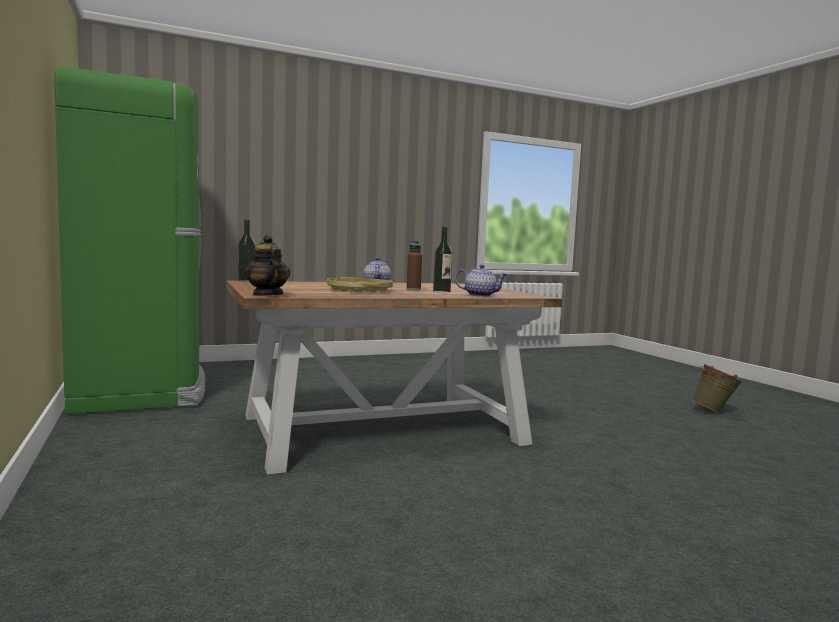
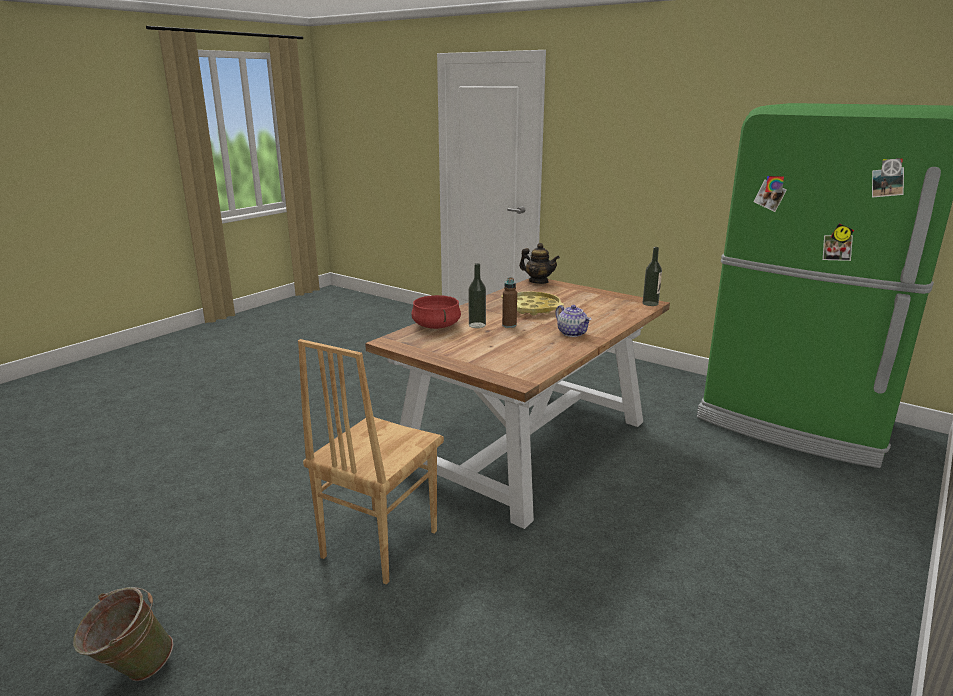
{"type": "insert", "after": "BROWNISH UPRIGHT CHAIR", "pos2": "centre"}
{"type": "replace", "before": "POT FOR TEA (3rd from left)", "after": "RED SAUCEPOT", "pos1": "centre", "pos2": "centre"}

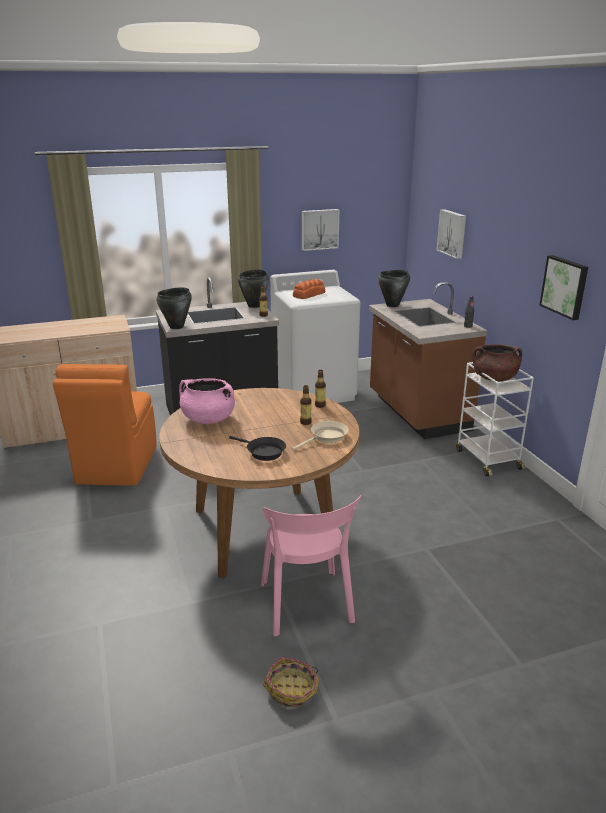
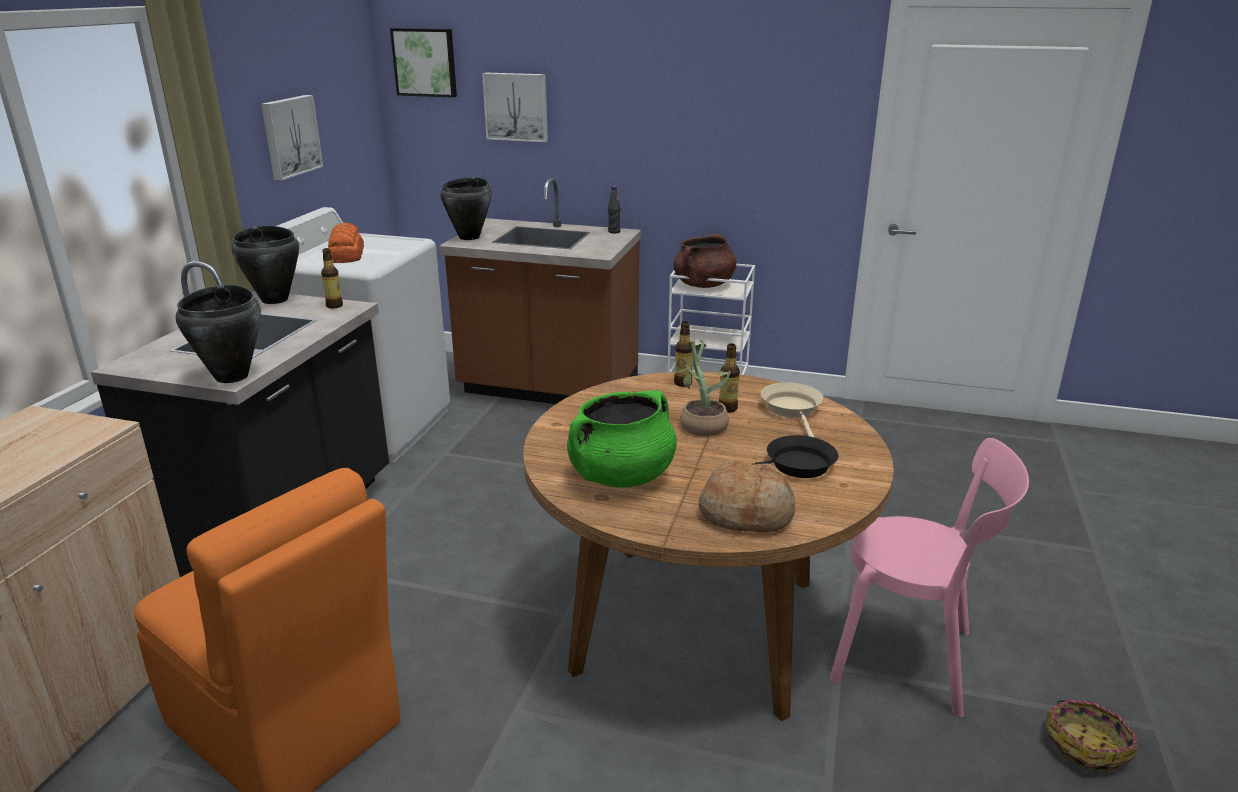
{"type": "insert", "after": "HOUSEPLANT", "pos2": "centre"}
{"type": "insert", "after": "BAKERY BREAD (2nd from left)", "pos2": "centre"}
{"type": "move", "before": "PICTURE (3rd from left in the first image)", "after": "PICTURE (2nd from left)", "pos1": "middle right", "pos2": "top centre"}
{"type": "recolor", "before": "PINK SAUCEPOT", "after": "GREEN SAUCEPOT", "pos1": "centre", "pos2": "centre"}

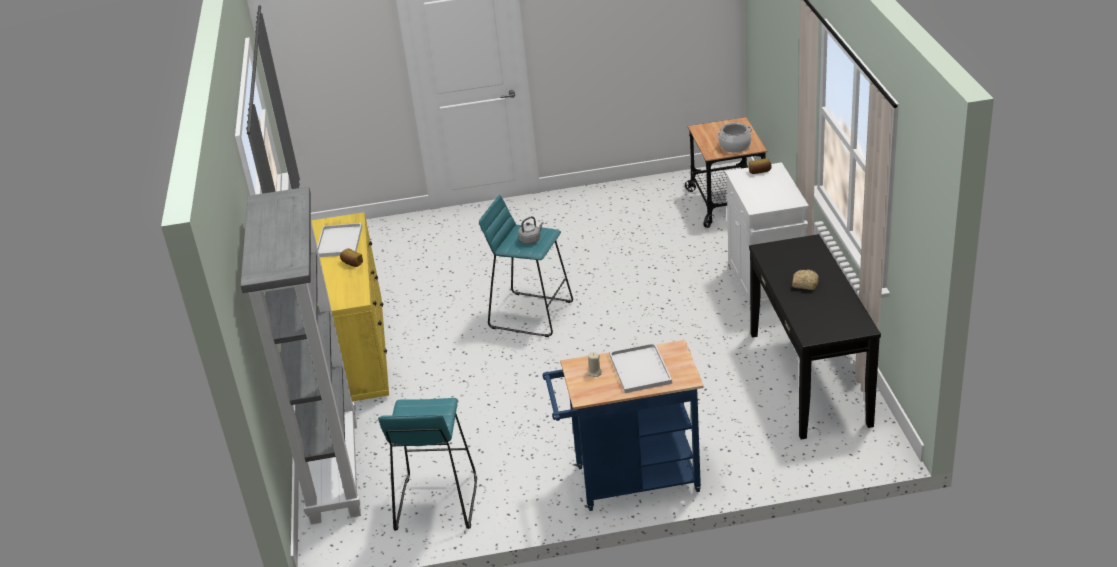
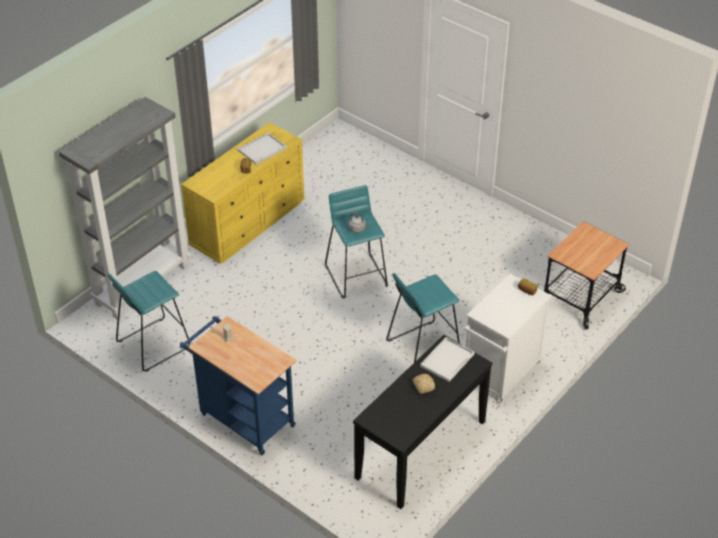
{"type": "delete", "before": "SAUCEPOT", "pos1": "top centre"}
{"type": "insert", "after": "BLUE-GREEN STOOL (3rd from left)", "pos2": "centre"}
{"type": "move", "before": "WHITE CARRYING TRAY (2nd from left)", "pos1": "centre", "pos2": "bottom centre"}

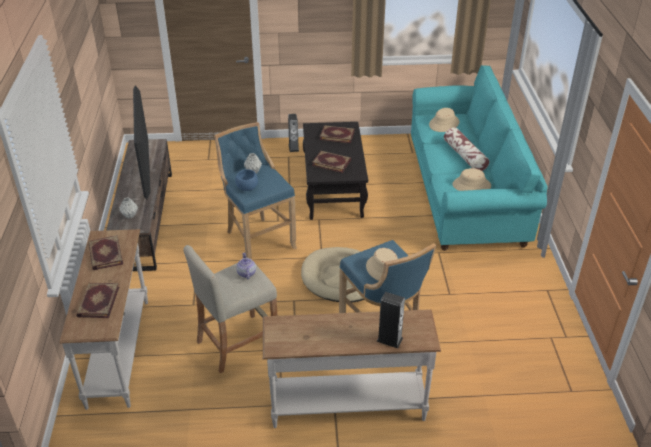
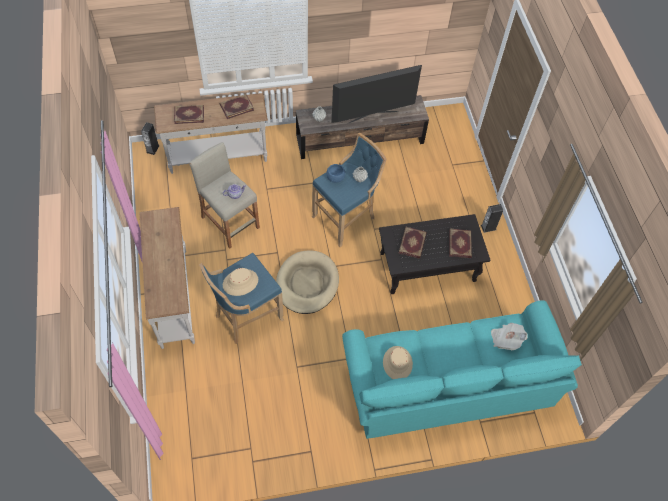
{"type": "delete", "before": "THROW PILLOW", "pos1": "middle right"}
{"type": "move", "before": "SPEAKER (2nd from left in the first image)", "after": "SPEAKER (1st from left)", "pos1": "bottom centre", "pos2": "top left"}
{"type": "replace", "before": "BEIGE CLOTHING HAT (2nd from left)", "after": "PRINTED PAPER", "pos1": "top right", "pos2": "bottom right"}

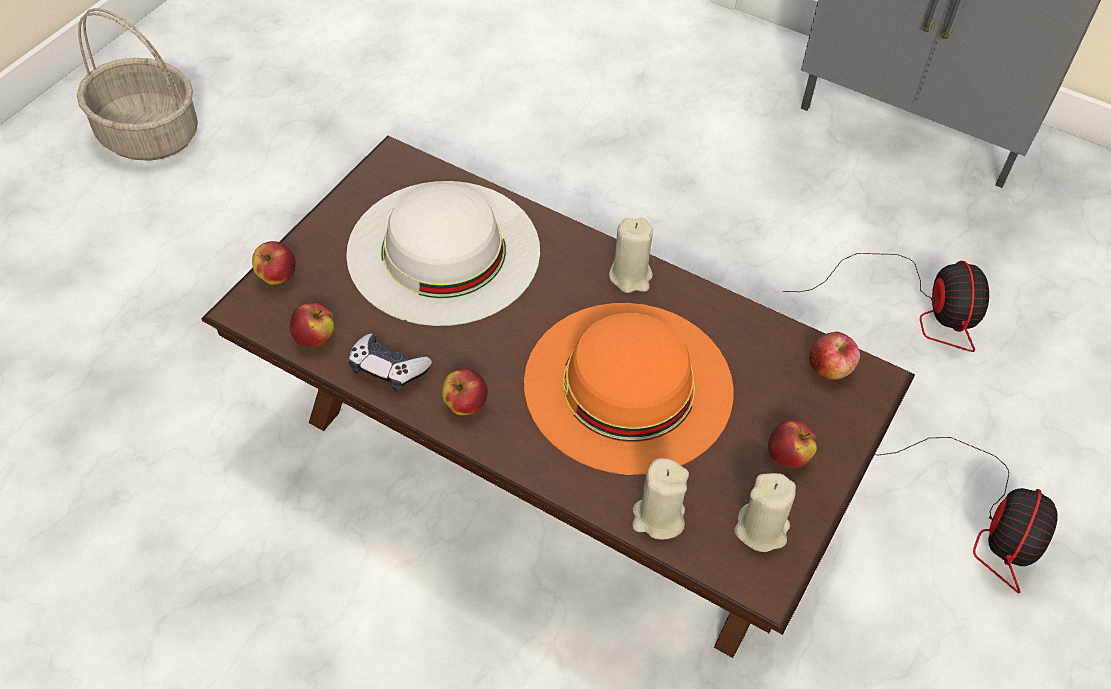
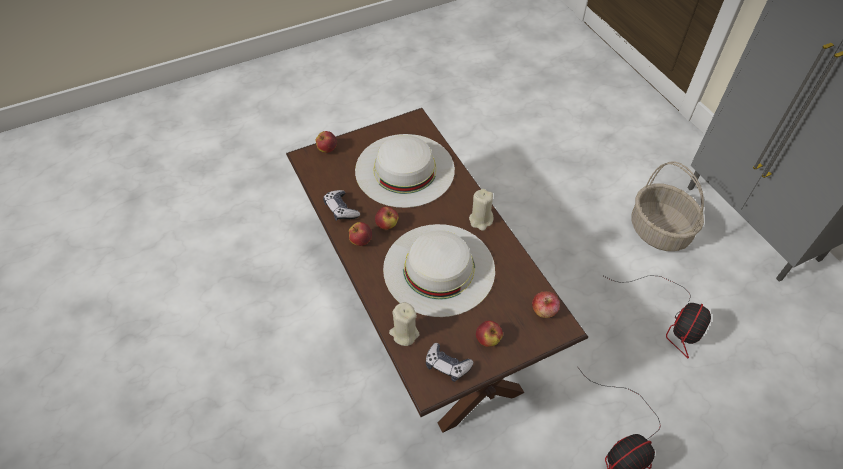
{"type": "move", "before": "BASKET", "pos1": "top left", "pos2": "middle right"}
{"type": "move", "before": "WHOLE APPLE (2nd from left in the first image)", "after": "WHOLE APPLE (3rd from left)", "pos1": "middle left", "pos2": "centre"}
{"type": "replace", "before": "BEIGE CANDLE (3rd from left)", "after": "GAME CONTROLLER (2nd from left)", "pos1": "bottom right", "pos2": "bottom centre"}
{"type": "recolor", "before": "ORANGE CLOTHING HAT", "after": "WHITE CLOTHING HAT (2nd from left)", "pos1": "centre", "pos2": "centre"}

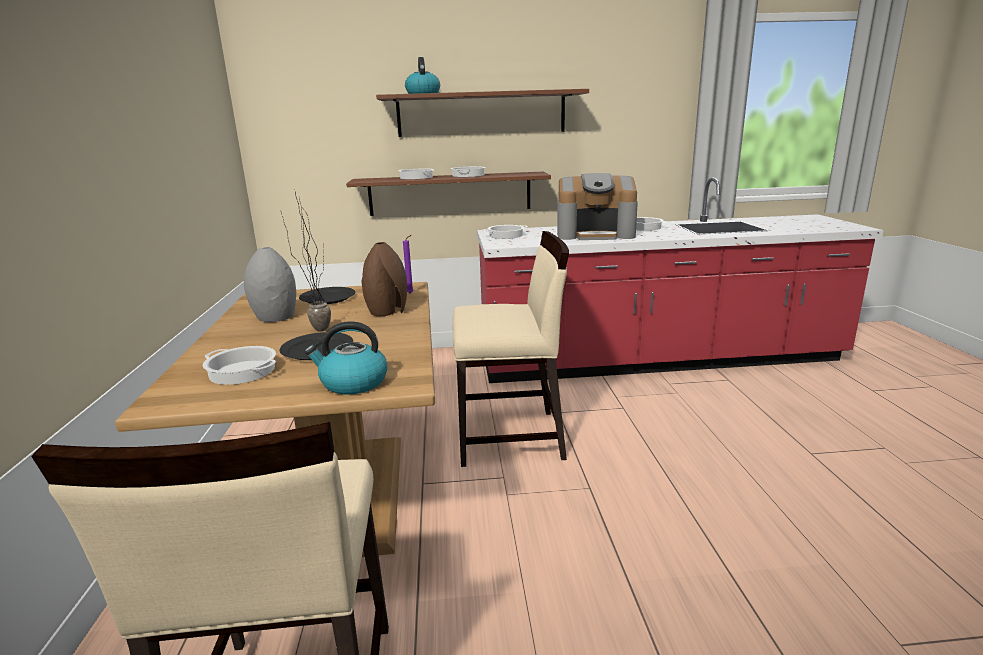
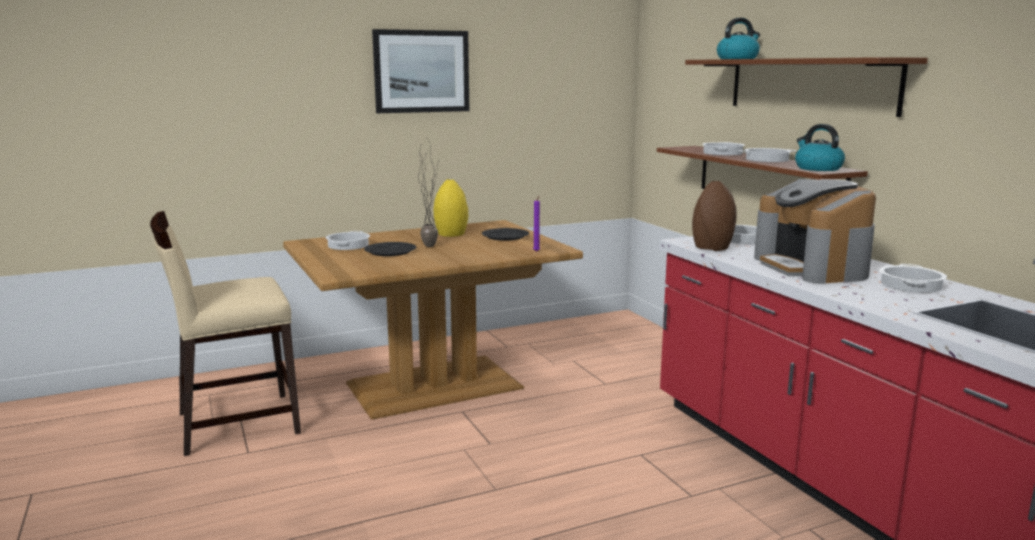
{"type": "delete", "before": "BEIGE UPRIGHT CHAIR (2nd from left)", "pos1": "centre"}
{"type": "insert", "after": "PICTURE", "pos2": "top centre"}
{"type": "move", "before": "KETTLE (1st from left in the first image)", "after": "KETTLE (2nd from left)", "pos1": "centre", "pos2": "top right"}
{"type": "move", "before": "BROWNISH DECORATIVE VASE", "pos1": "centre", "pos2": "middle right"}
{"type": "recolor", "before": "GRAY DECORATIVE VASE", "after": "YELLOW DECORATIVE VASE", "pos1": "middle left", "pos2": "centre"}

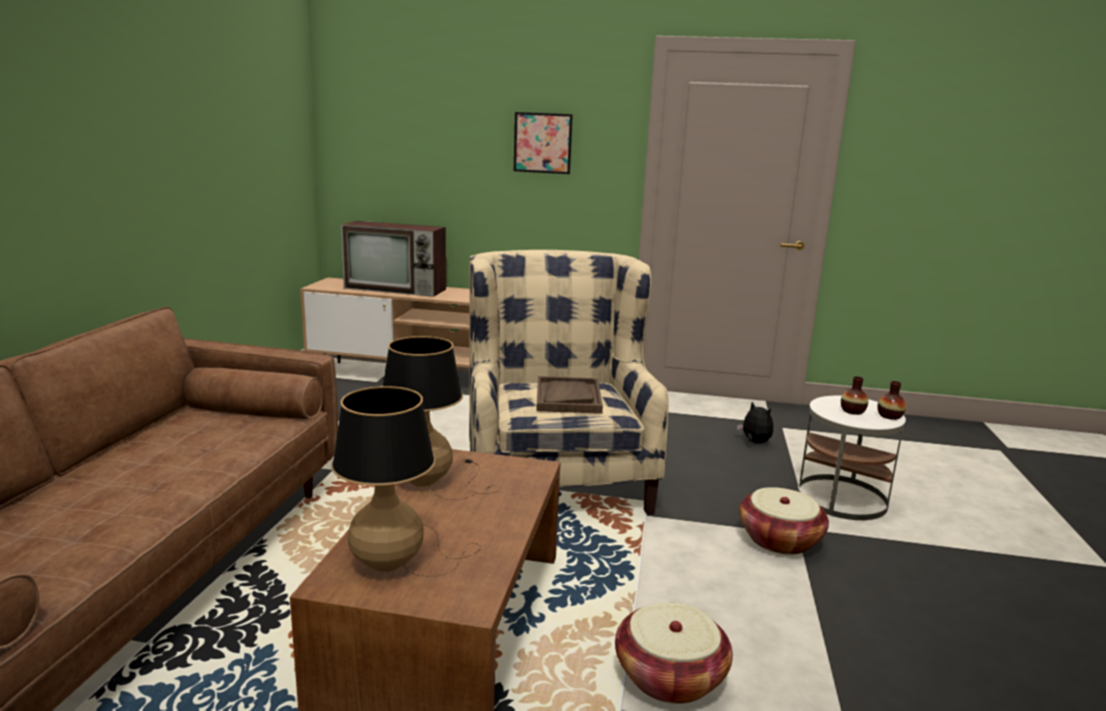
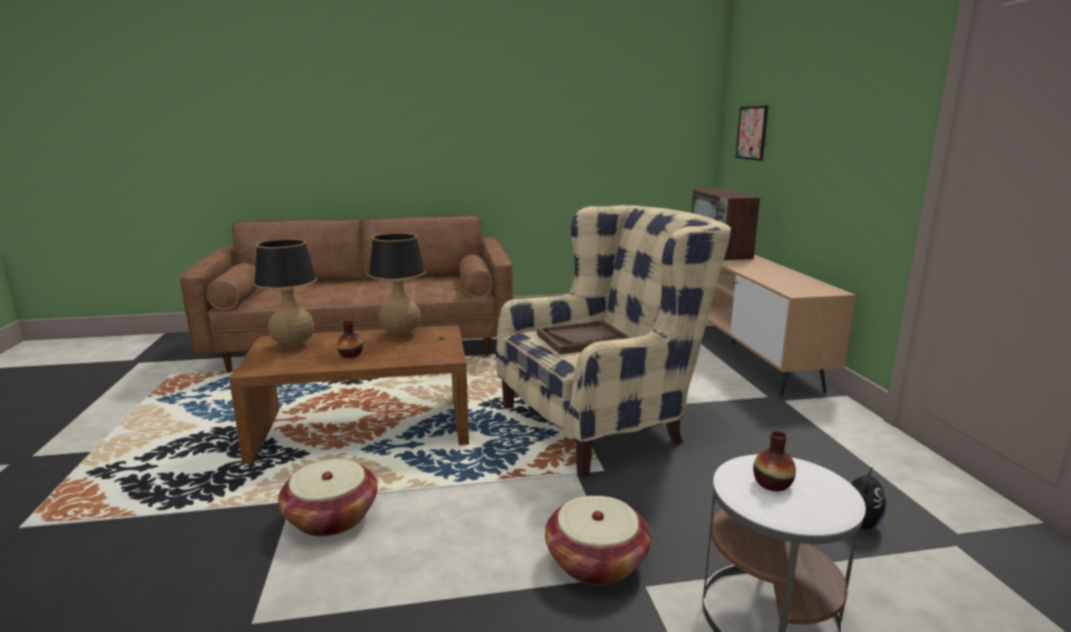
{"type": "move", "before": "PICTURE", "pos1": "top centre", "pos2": "top right"}
{"type": "move", "before": "DECORATIVE VASE (2nd from left in the first image)", "after": "DECORATIVE VASE (1st from left)", "pos1": "middle right", "pos2": "middle left"}

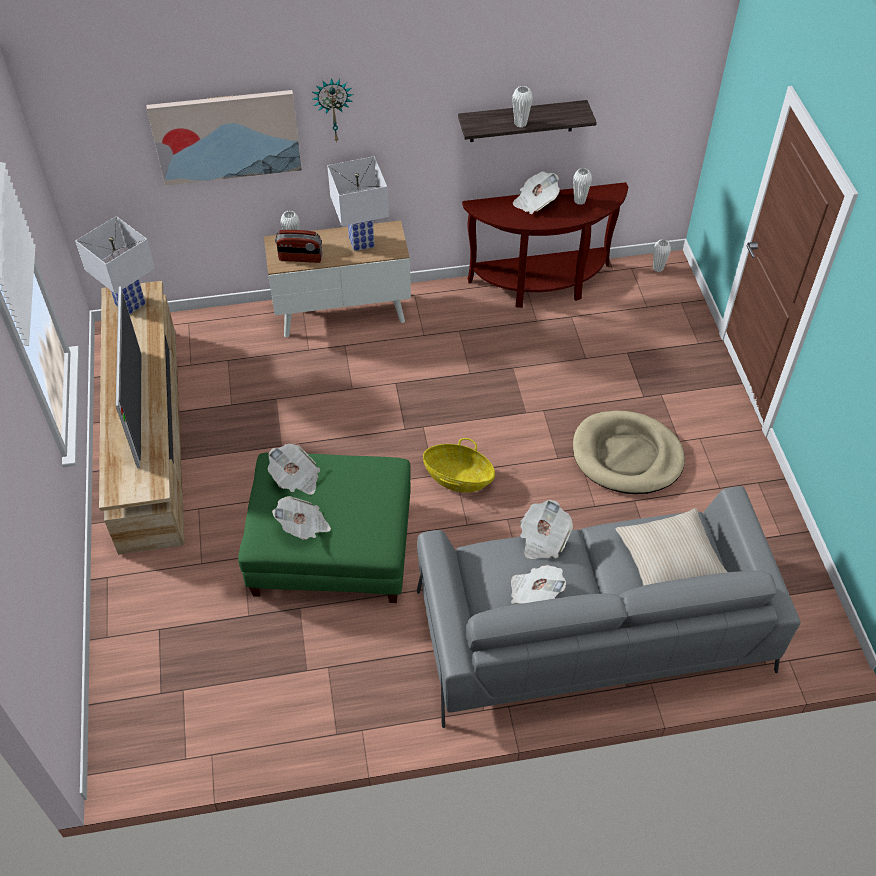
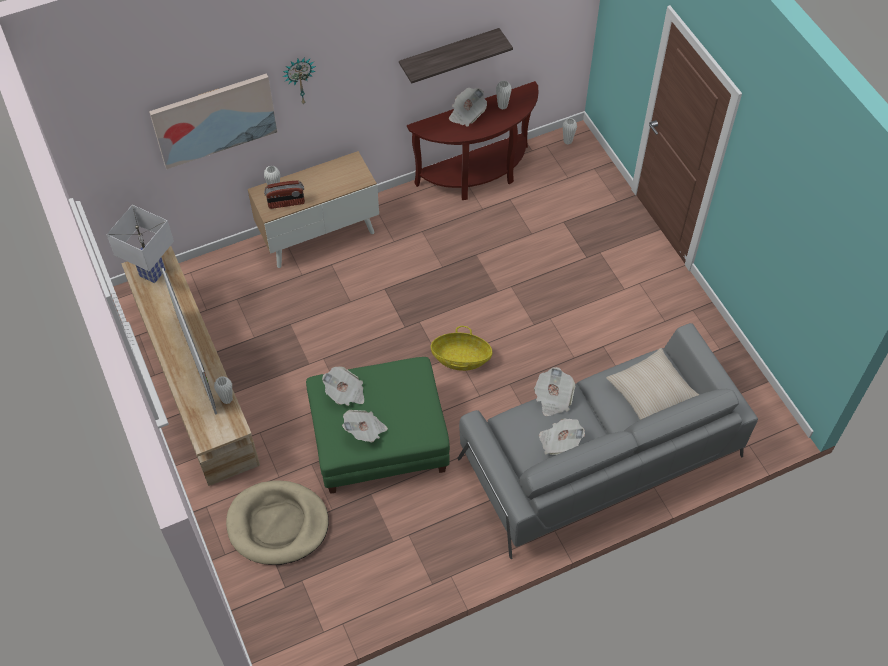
{"type": "delete", "before": "WHITE TABLETOP LAMP (2nd from left)", "pos1": "top centre"}
{"type": "move", "before": "WHITE DECORATIVE VASE (2nd from left in the first image)", "after": "WHITE DECORATIVE VASE (1st from left)", "pos1": "top centre", "pos2": "middle left"}
{"type": "move", "before": "BEIGE DOG BED", "pos1": "middle right", "pos2": "bottom left"}

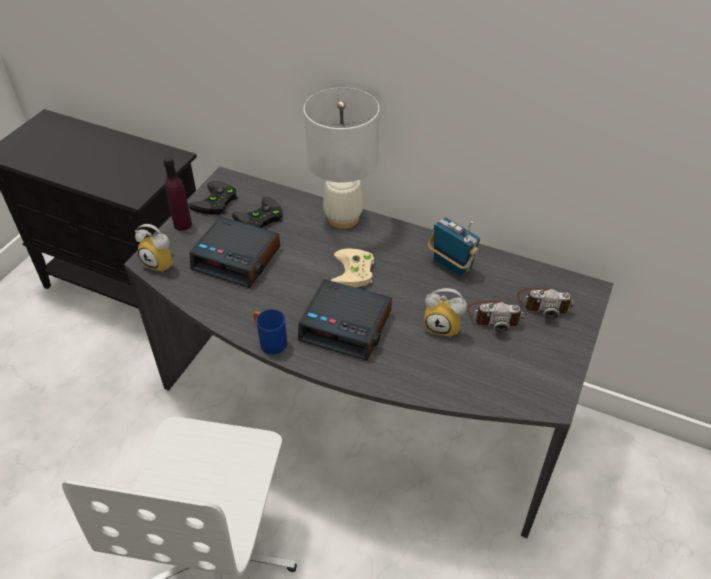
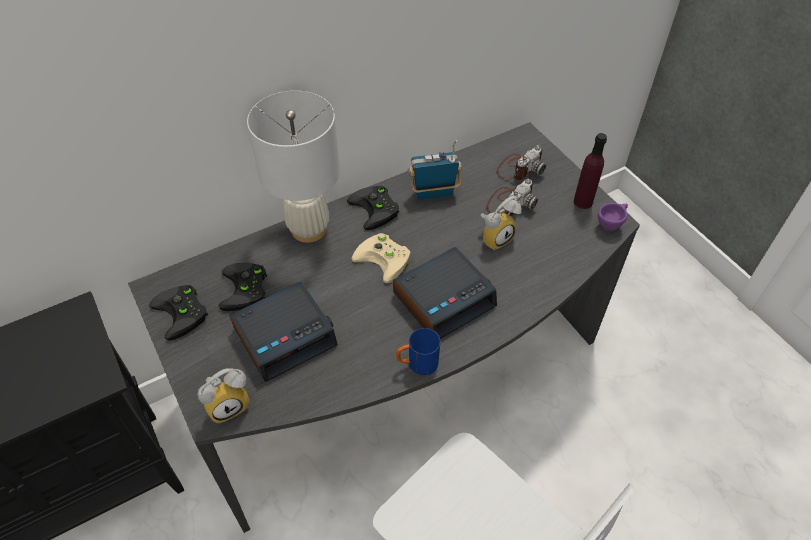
{"type": "insert", "after": "BLACK-COLOURED GAME CONTROLLER (3rd from left)", "pos2": "centre"}
{"type": "insert", "after": "PURPLISH DRINKING CUP", "pos2": "middle right"}
{"type": "move", "before": "PURPLISH BOTTLE", "pos1": "middle left", "pos2": "top right"}

